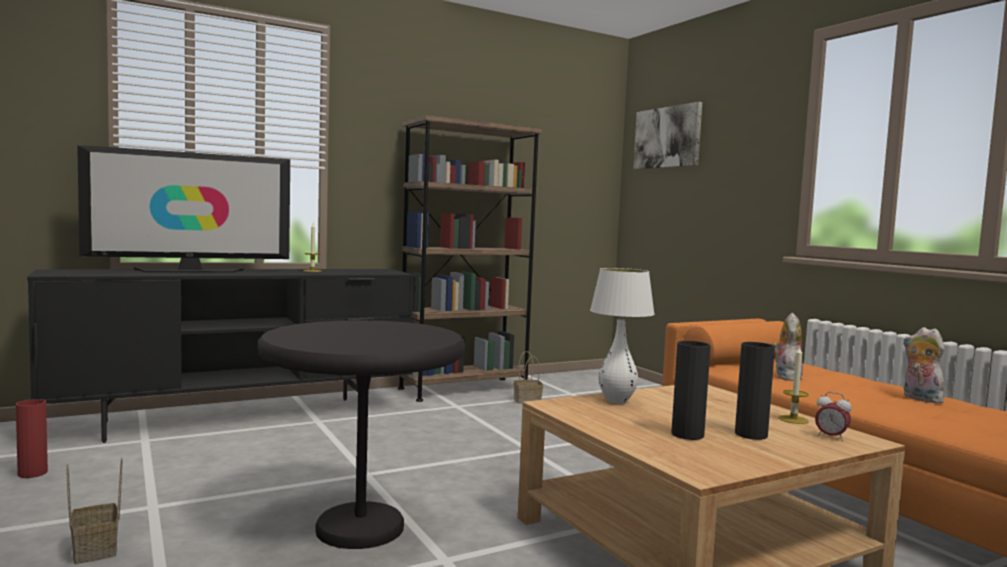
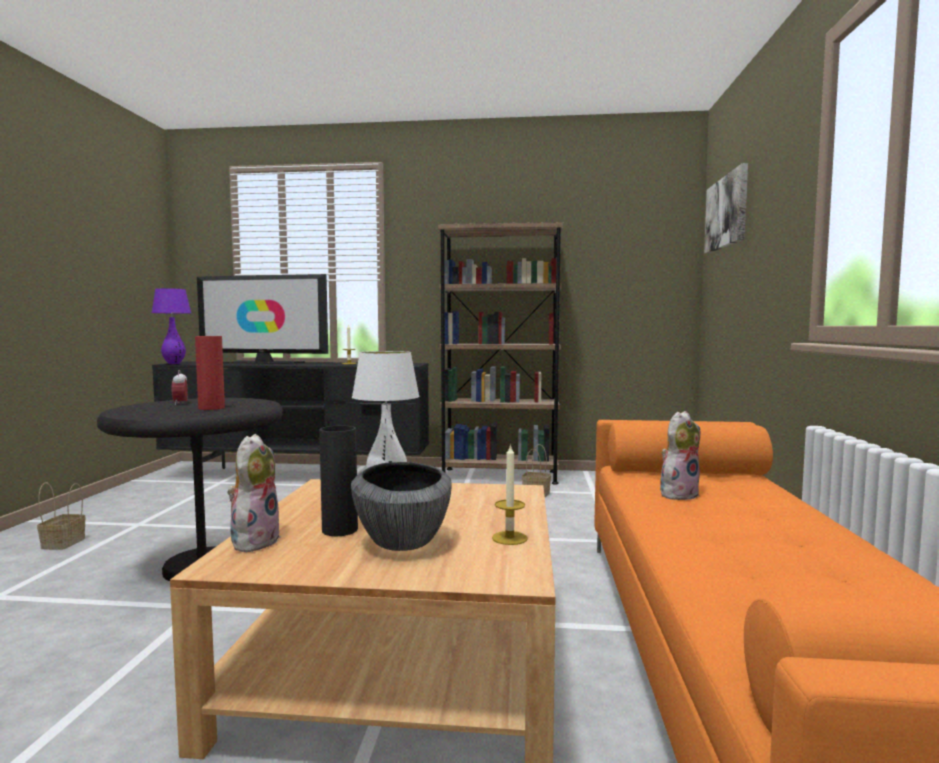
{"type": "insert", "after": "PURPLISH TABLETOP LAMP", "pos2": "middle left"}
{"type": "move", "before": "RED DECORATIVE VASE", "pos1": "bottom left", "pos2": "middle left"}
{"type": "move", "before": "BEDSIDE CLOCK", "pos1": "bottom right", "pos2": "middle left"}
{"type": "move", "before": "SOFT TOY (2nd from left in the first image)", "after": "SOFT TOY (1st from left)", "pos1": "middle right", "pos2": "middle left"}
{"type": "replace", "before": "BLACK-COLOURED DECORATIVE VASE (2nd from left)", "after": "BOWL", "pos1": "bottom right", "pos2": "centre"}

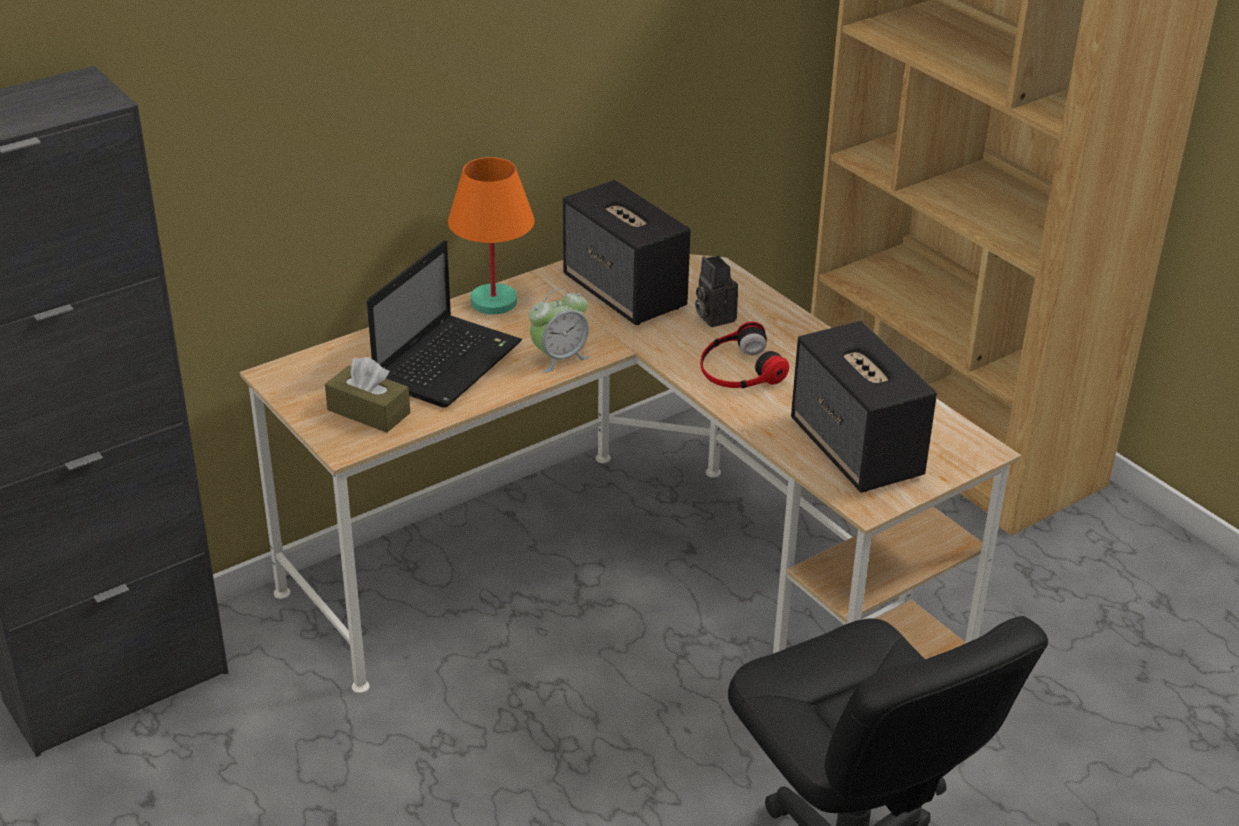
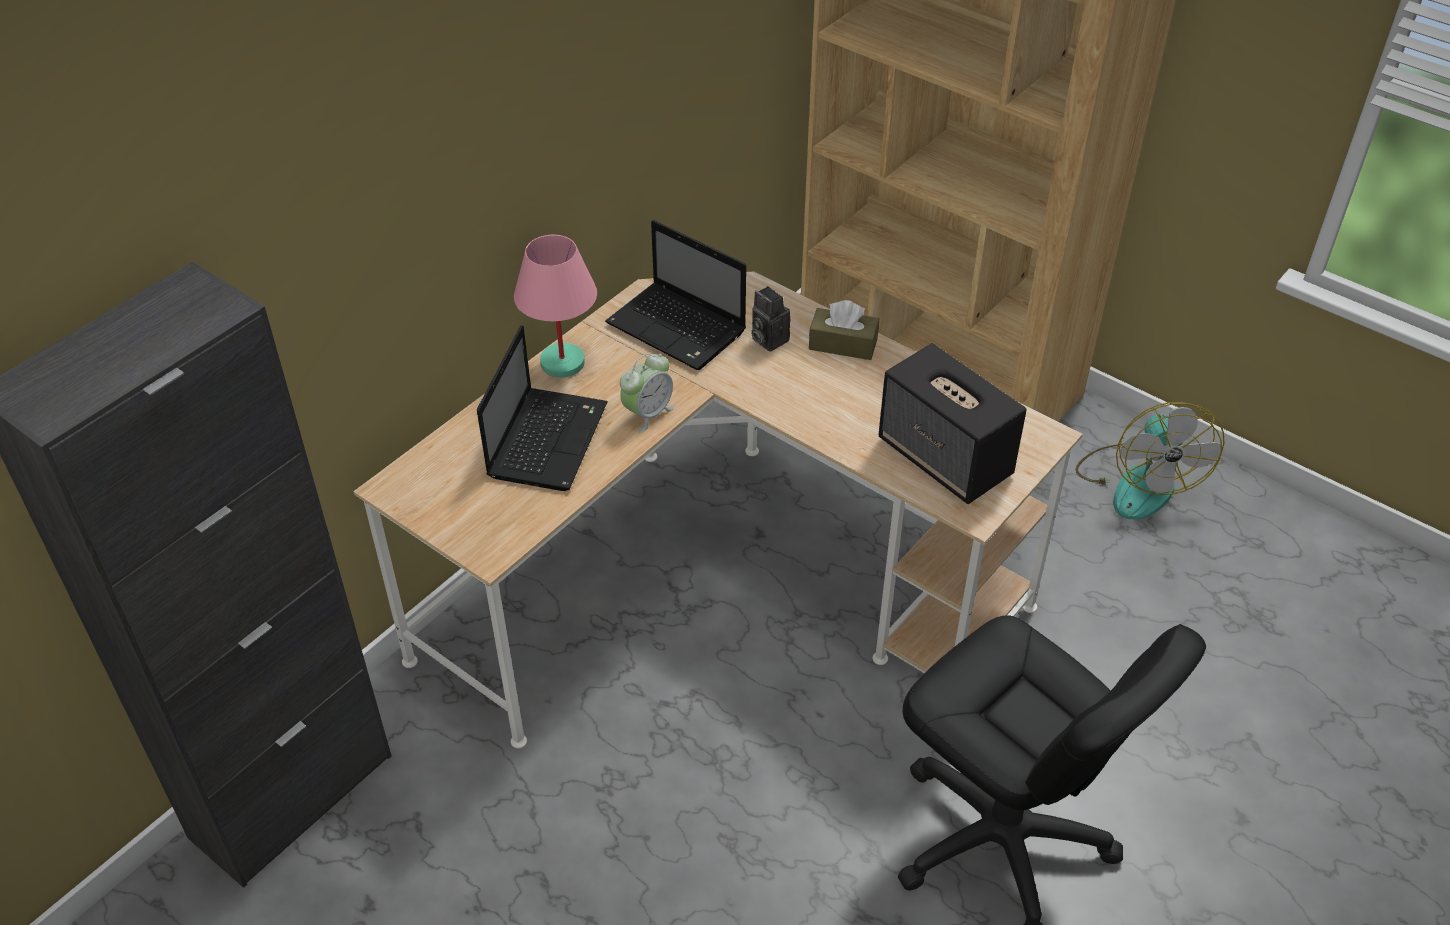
{"type": "delete", "before": "PAIR OF HEADPHONES", "pos1": "centre"}
{"type": "insert", "after": "FAN", "pos2": "middle right"}
{"type": "move", "before": "BROWNISH TISSUE BOX", "pos1": "middle left", "pos2": "centre"}
{"type": "replace", "before": "SPEAKER (1st from left)", "after": "NOTEBOOK COMPUTER (2nd from left)", "pos1": "top centre", "pos2": "top centre"}
{"type": "recolor", "before": "ORANGE TABLETOP LAMP", "after": "PINK TABLETOP LAMP", "pos1": "top centre", "pos2": "top centre"}

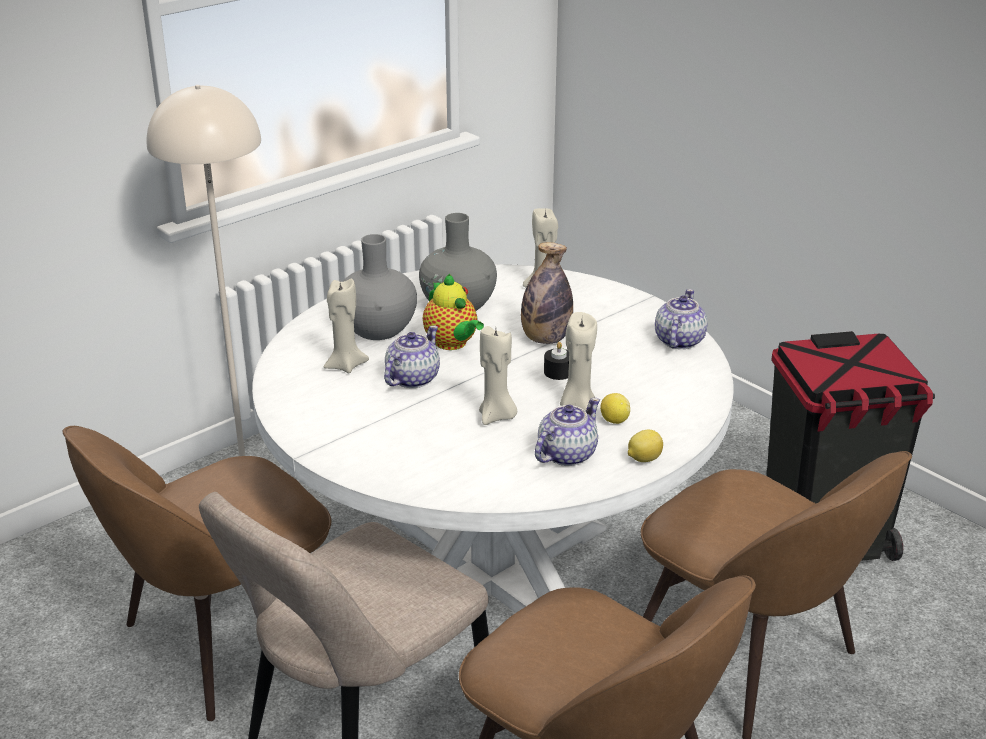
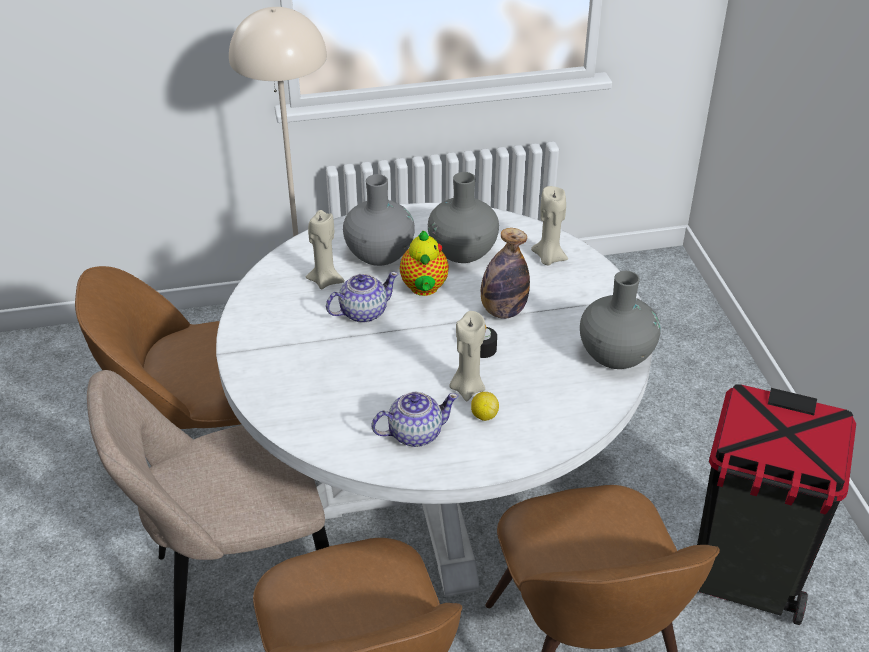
{"type": "delete", "before": "BEIGE CANDLE (2nd from left)", "pos1": "centre"}
{"type": "delete", "before": "WHOLE LEMON (2nd from left)", "pos1": "centre"}
{"type": "replace", "before": "POT FOR TEA (4th from left)", "after": "GRAY DECORATIVE VASE (3rd from left)", "pos1": "middle right", "pos2": "middle right"}

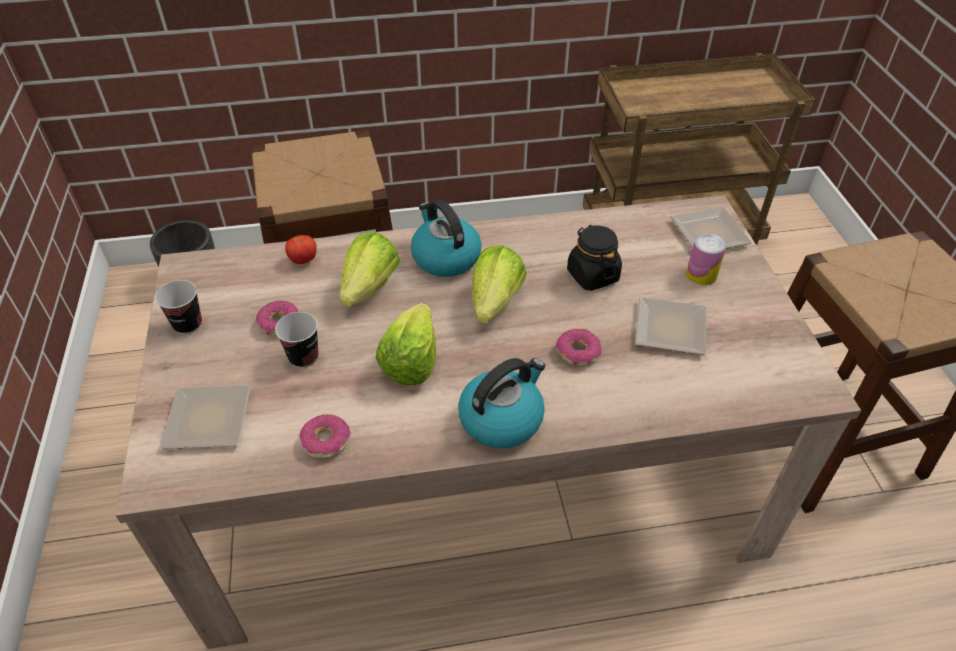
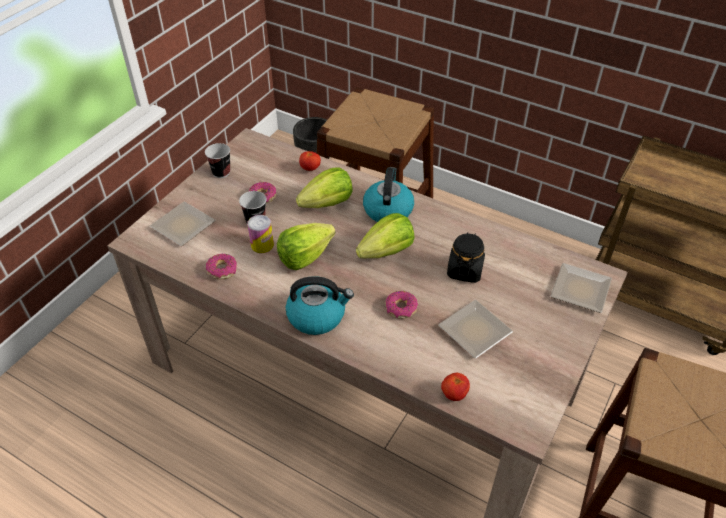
{"type": "insert", "after": "FRESH TOMATO (2nd from left)", "pos2": "bottom centre"}
{"type": "move", "before": "SEALED CAN", "pos1": "middle right", "pos2": "centre"}

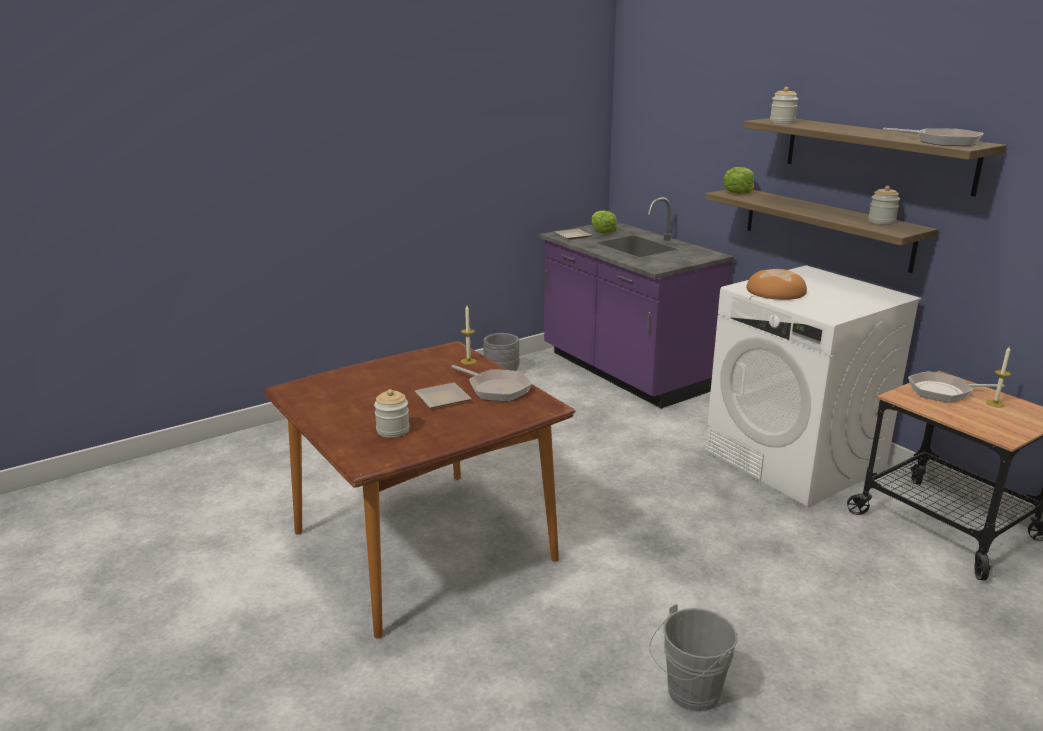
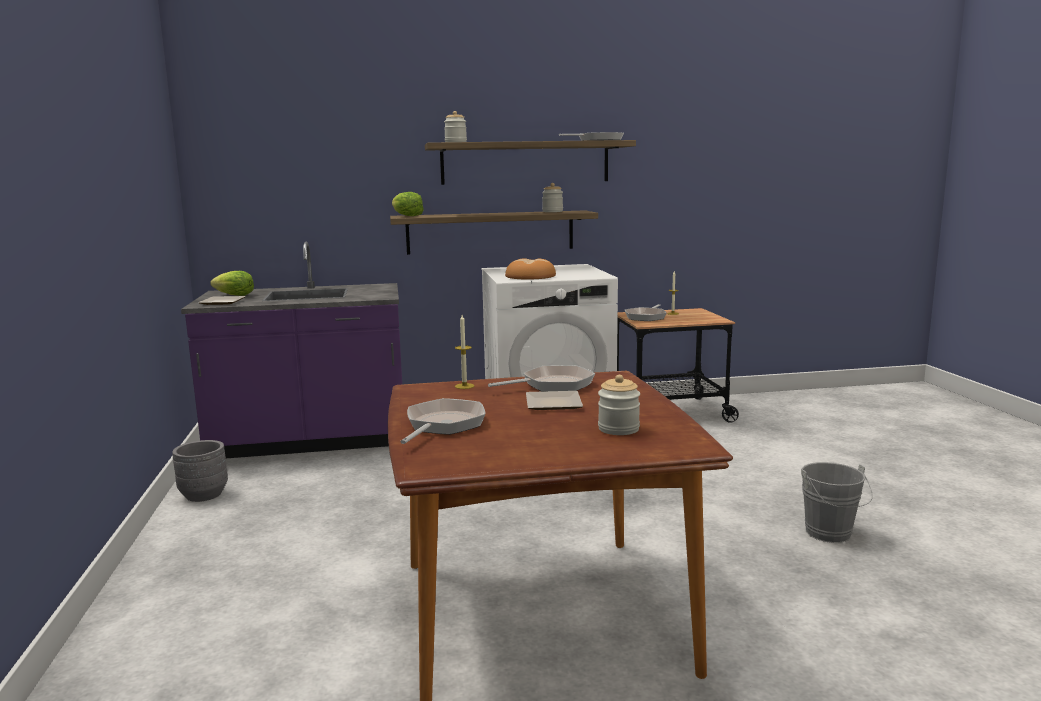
{"type": "insert", "after": "FRYING PAN (1st from left)", "pos2": "centre"}

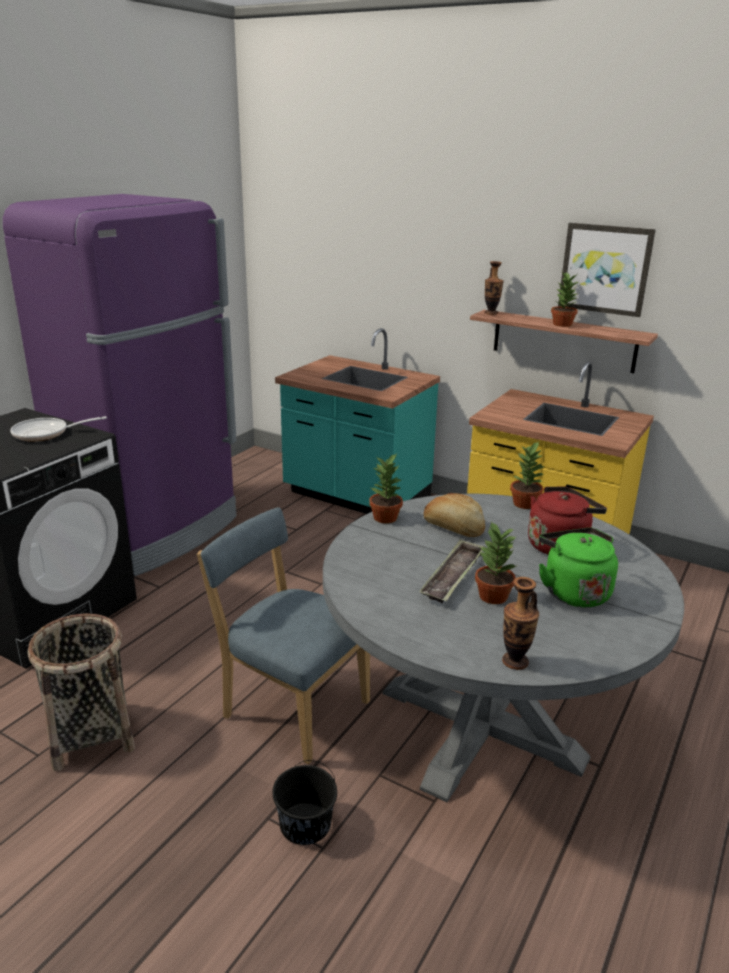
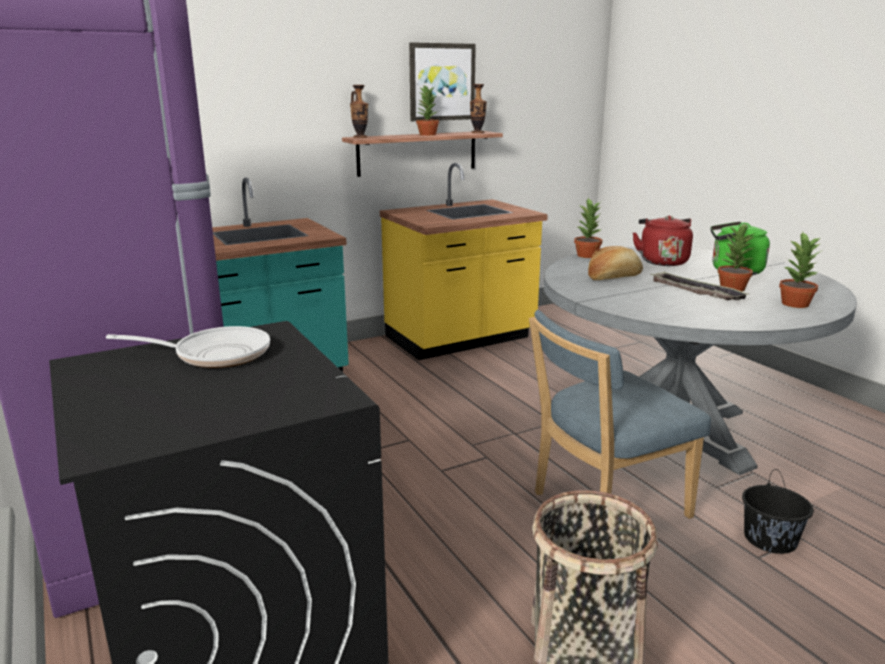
{"type": "move", "before": "HOUSEPLANT (1st from left in the first image)", "after": "HOUSEPLANT (4th from left)", "pos1": "centre", "pos2": "middle right"}
{"type": "move", "before": "DECORATIVE VASE (2nd from left)", "pos1": "middle right", "pos2": "top centre"}
{"type": "rotate", "before": "FRYING PAN", "pos1": "middle left", "pos2": "middle left", "turn": -105}

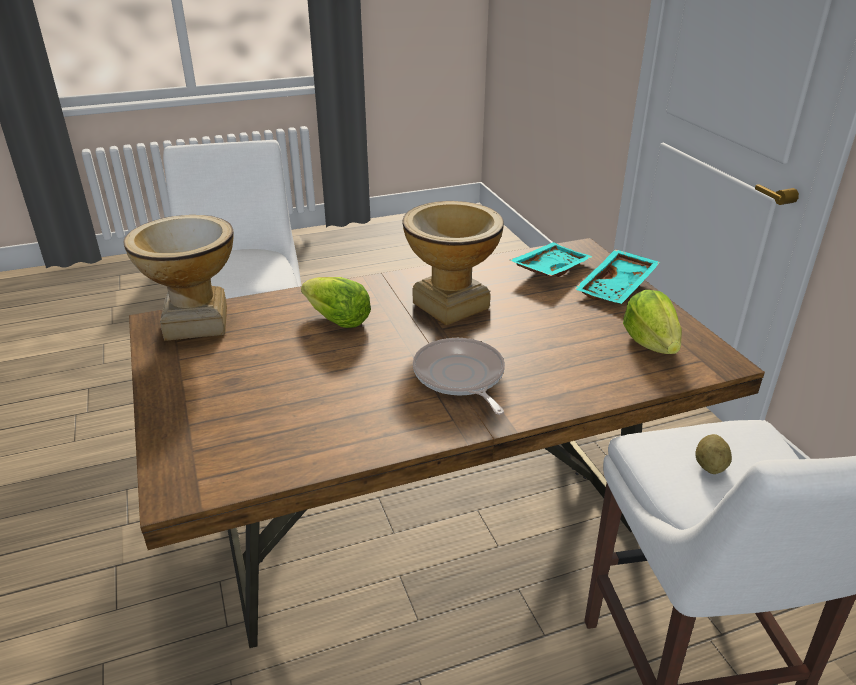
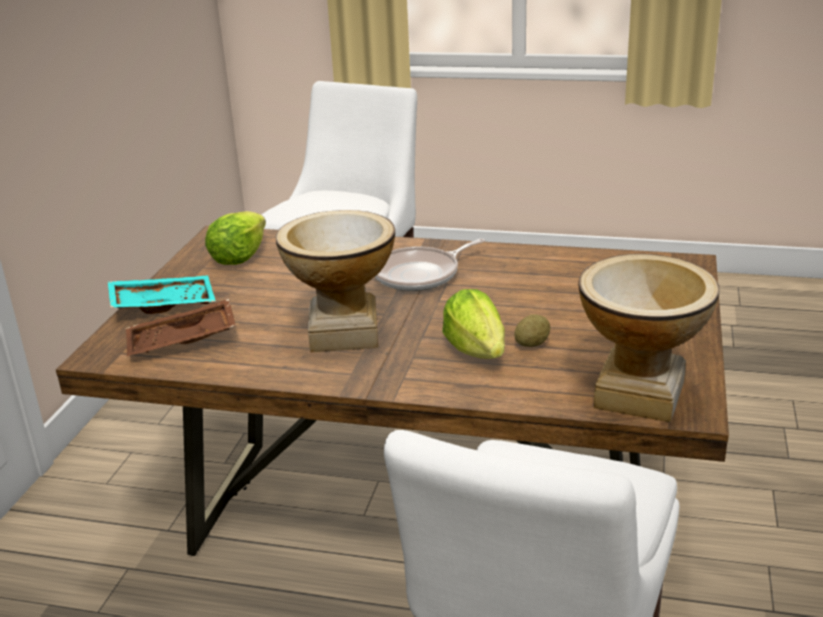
{"type": "move", "before": "WHOLE POTATO", "pos1": "middle right", "pos2": "centre"}
{"type": "recolor", "before": "BLUE-GREEN CARRYING TRAY (1st from left)", "after": "BROWNISH CARRYING TRAY", "pos1": "centre", "pos2": "middle left"}
{"type": "rotate", "before": "FRYING PAN", "pos1": "centre", "pos2": "centre", "turn": 45}

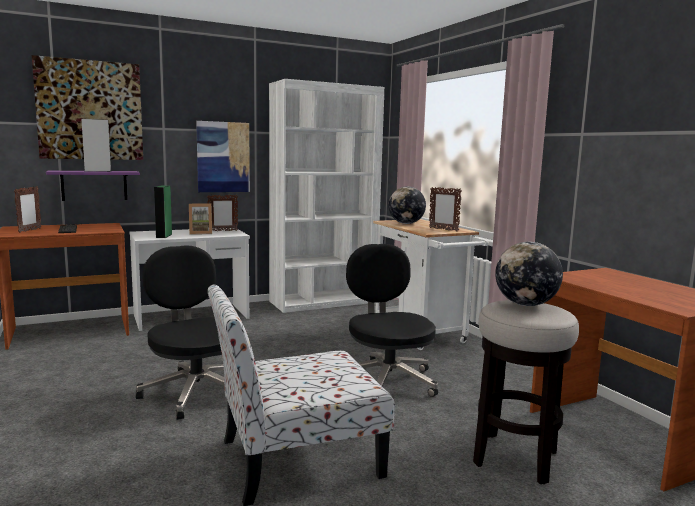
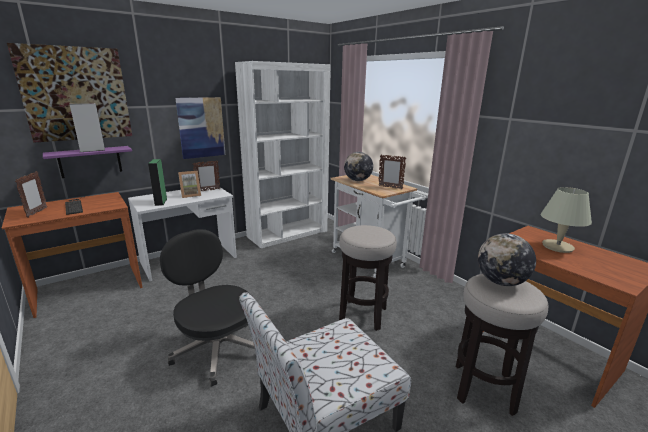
{"type": "insert", "after": "BEIGE TABLETOP LAMP", "pos2": "middle right"}
{"type": "replace", "before": "BLACK-COLOURED COMPUTER CHAIR (2nd from left)", "after": "STOOL (1st from left)", "pos1": "centre", "pos2": "centre"}

